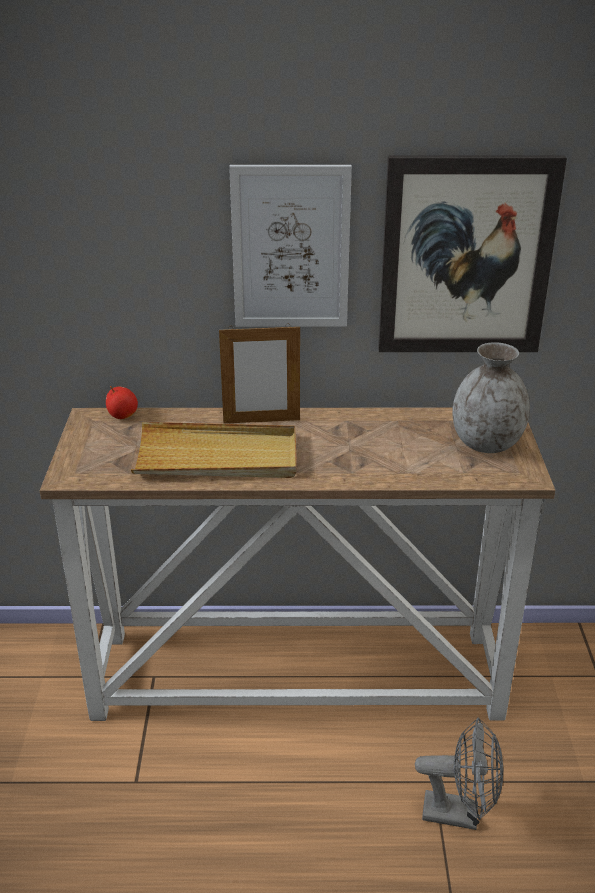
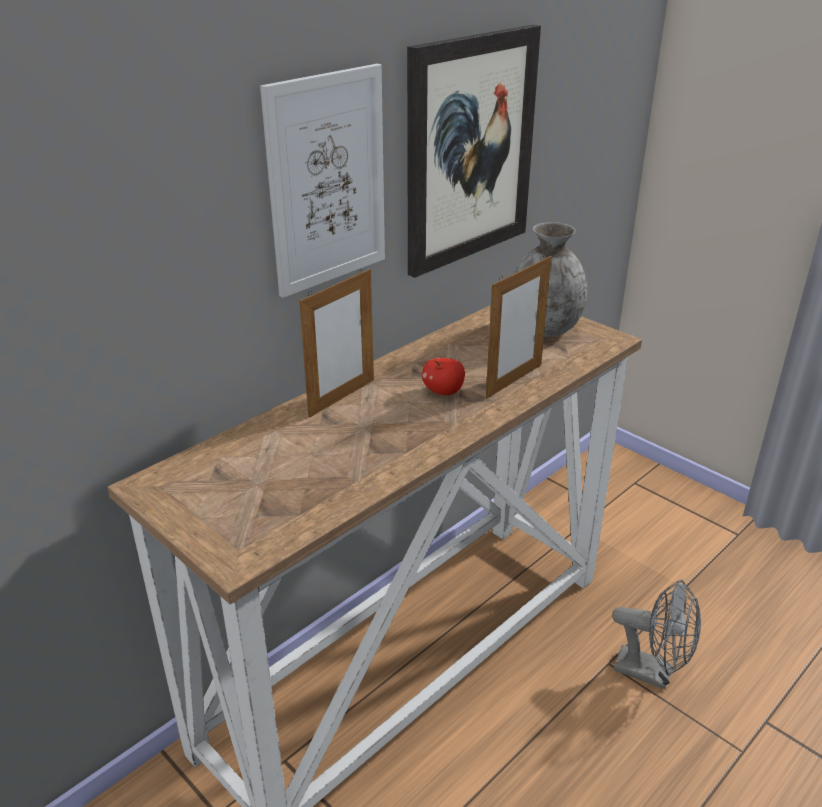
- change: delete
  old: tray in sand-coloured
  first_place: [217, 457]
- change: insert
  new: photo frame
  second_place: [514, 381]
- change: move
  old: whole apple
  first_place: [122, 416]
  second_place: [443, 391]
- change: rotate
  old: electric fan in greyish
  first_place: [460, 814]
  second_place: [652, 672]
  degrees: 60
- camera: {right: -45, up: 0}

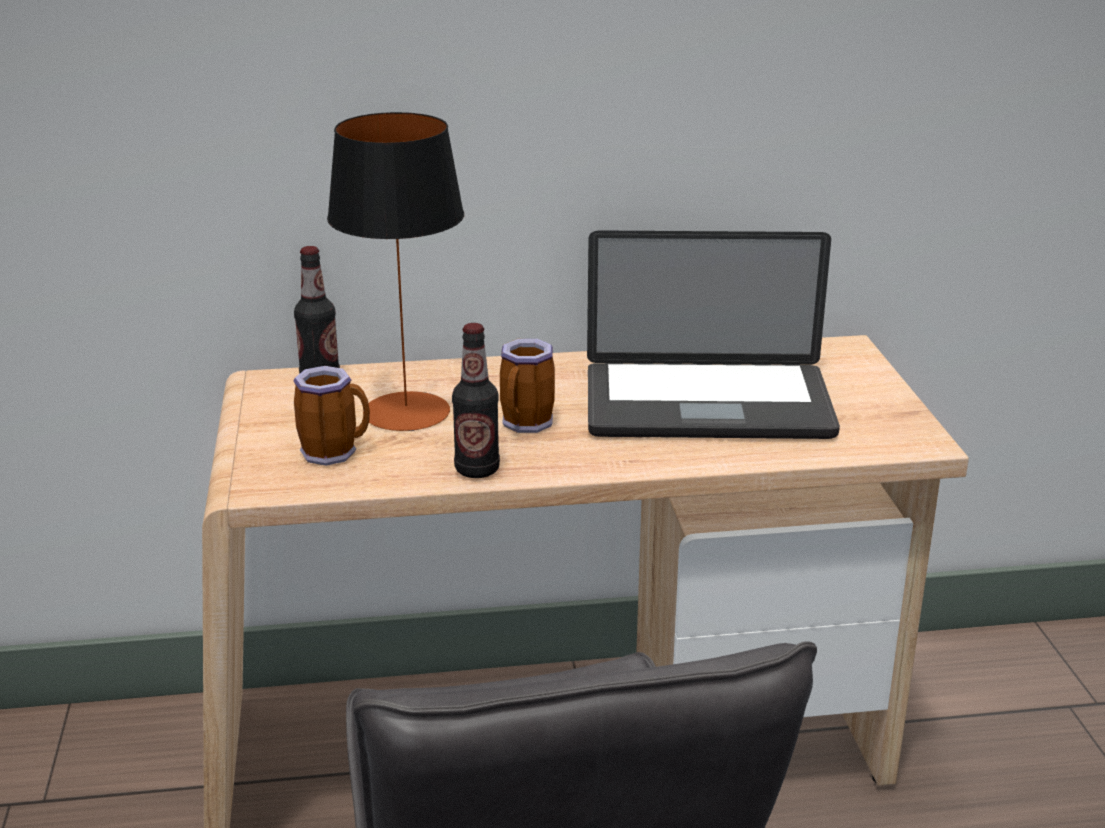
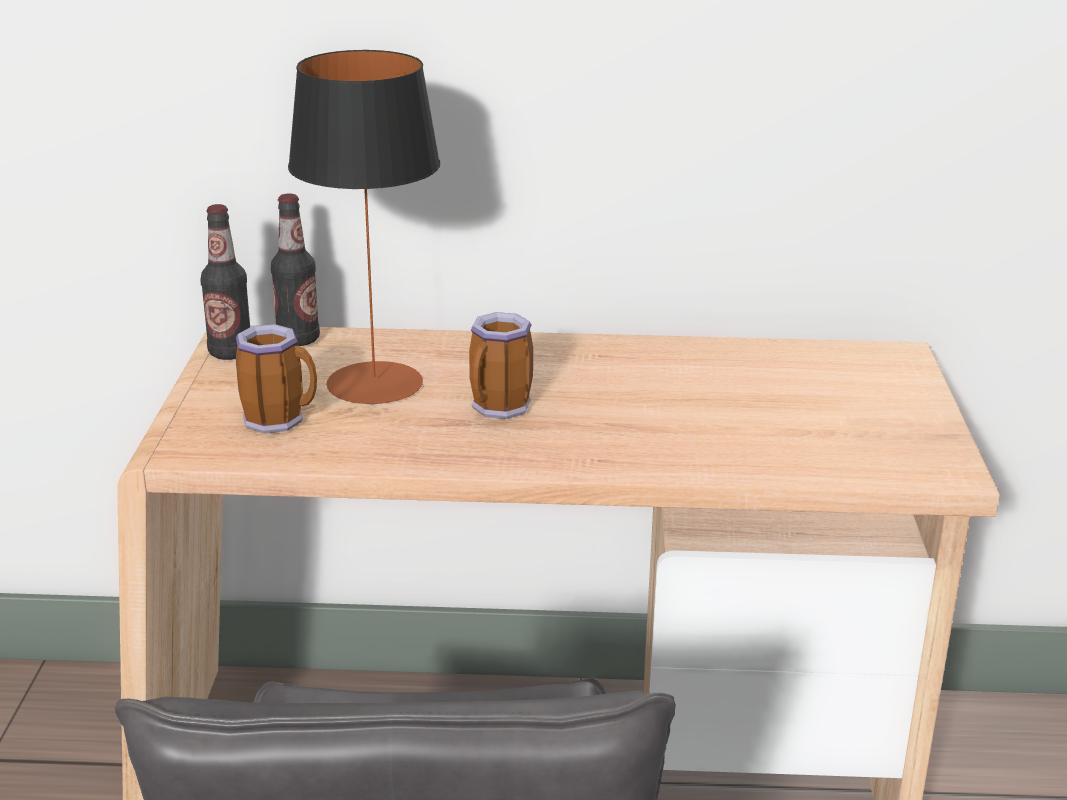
- change: delete
  old: portable computer
  first_place: [707, 405]
- change: move
  old: drink bottle
  first_place: [477, 470]
  second_place: [230, 353]
- camera: {right: 10, up: 0}

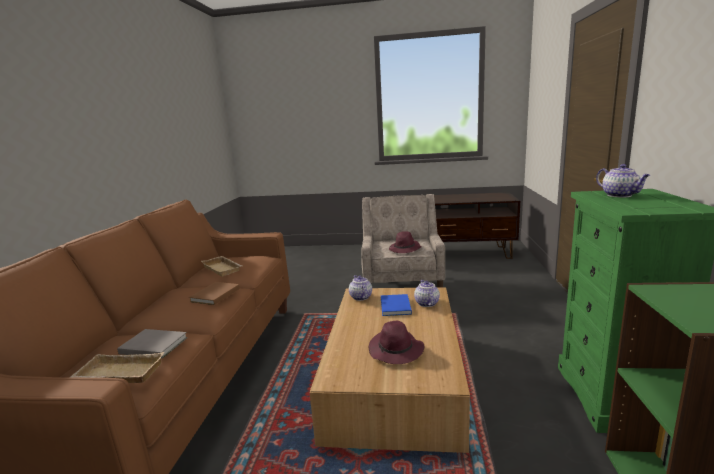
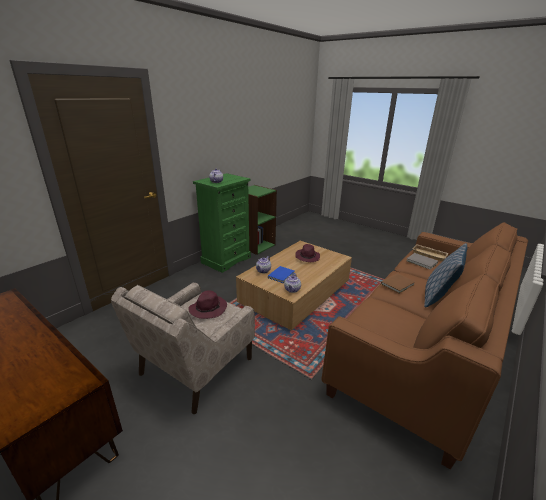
- change: delete
  old: tray in sand-coloured
  first_place: [223, 269]
- change: insert
  new: throw pillow
  second_place: [438, 297]
- camera: {right: -150, up: 10}

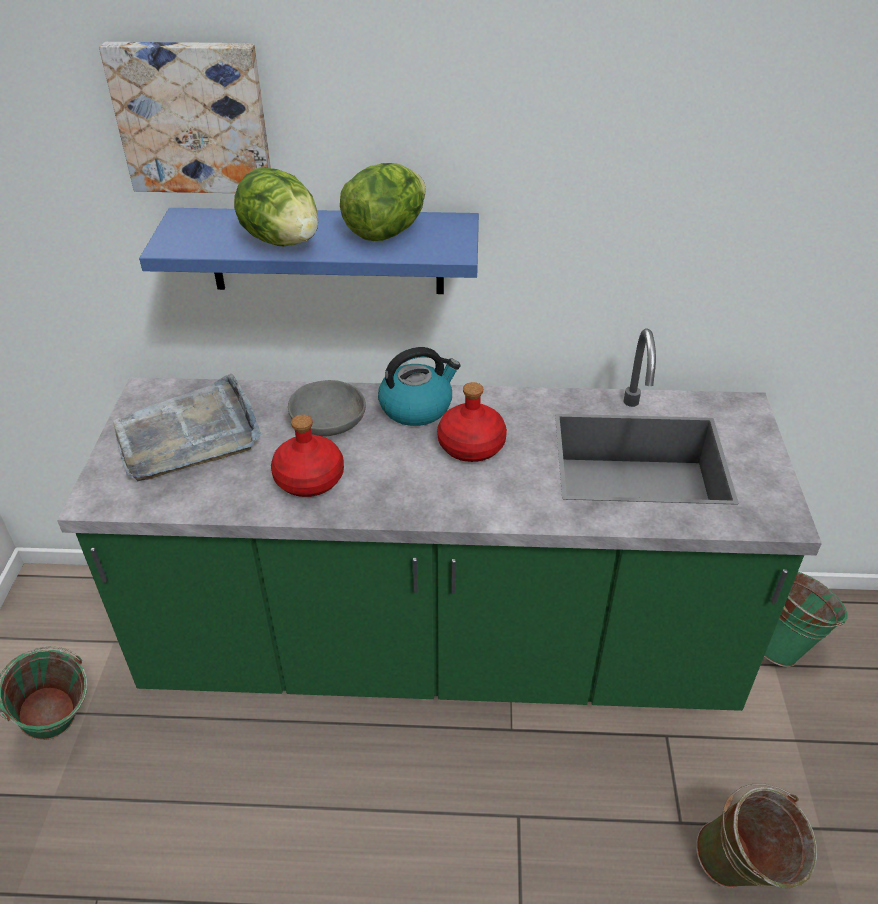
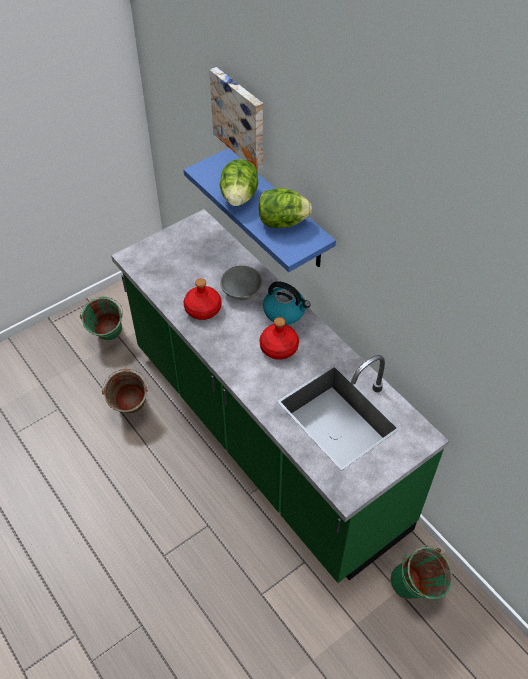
- change: delete
  old: tray in greyish
  first_place: [189, 434]
- change: move
  old: water bucket in green-coloured
  first_place: [743, 874]
  second_place: [131, 411]
- camera: {right: 50, up: 10}

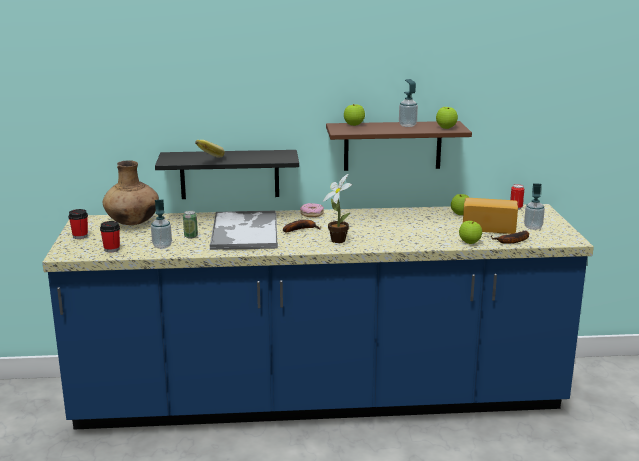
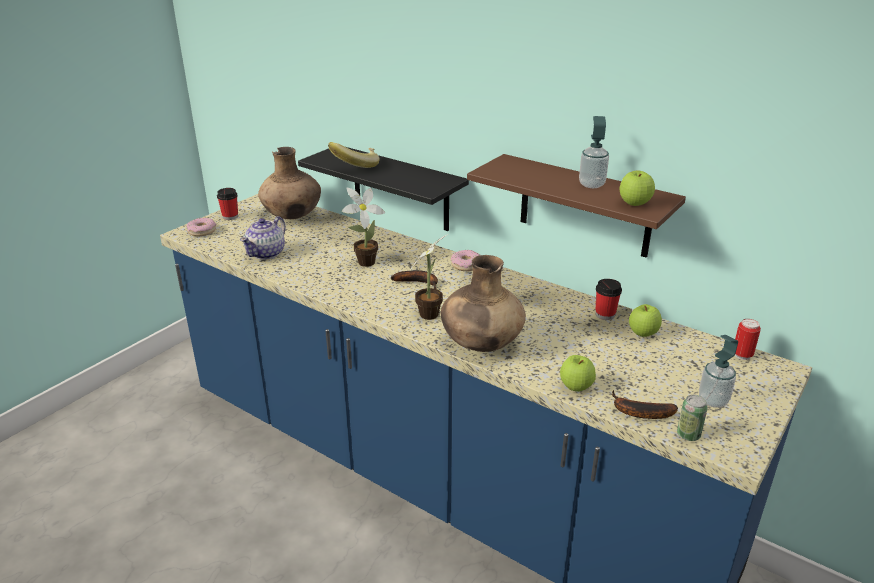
- change: delete
  old: whole apple
  first_place: [354, 125]
- change: delete
  old: bread
  first_place: [489, 227]
- change: insert
  new: doughnut
  second_place: [202, 231]
- change: insert
  new: vase in brownish
  second_place: [481, 344]
- change: move
  old: small cup
  first_place: [112, 249]
  second_place: [605, 314]
- change: move
  old: sealed can
  first_place: [191, 236]
  second_place: [688, 435]
- change: replace
  old: soap dispenser
  new: pot for tea
  first_place: [162, 246]
  second_place: [267, 253]
- change: replace
  old: tray
  new: houseplant
  first_place: [244, 231]
  second_place: [363, 263]
- camera: {right: 40, up: 10}

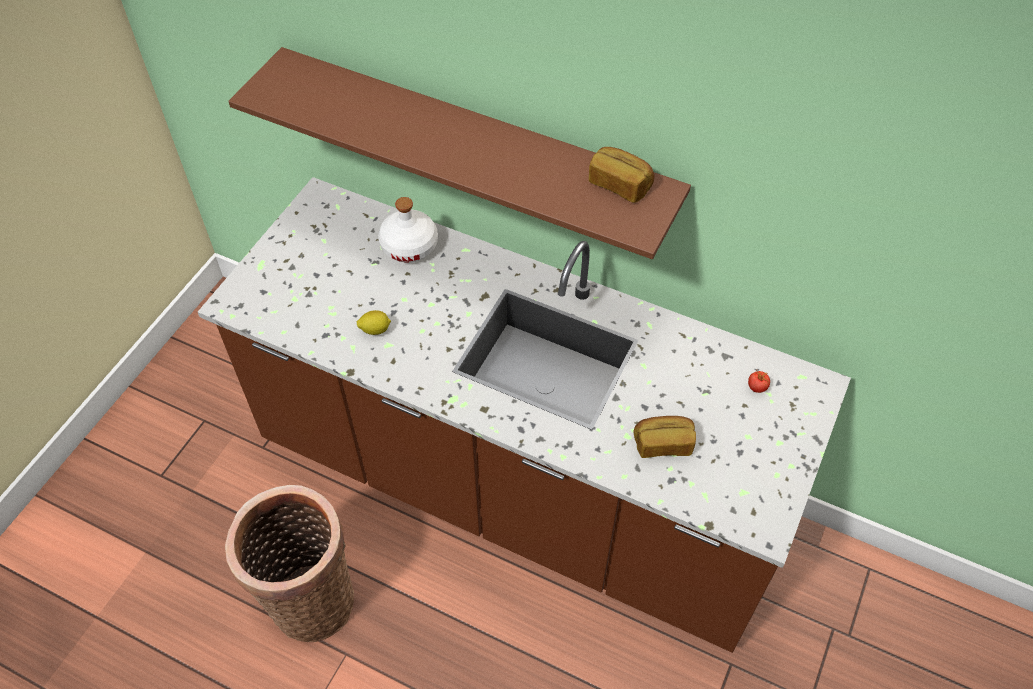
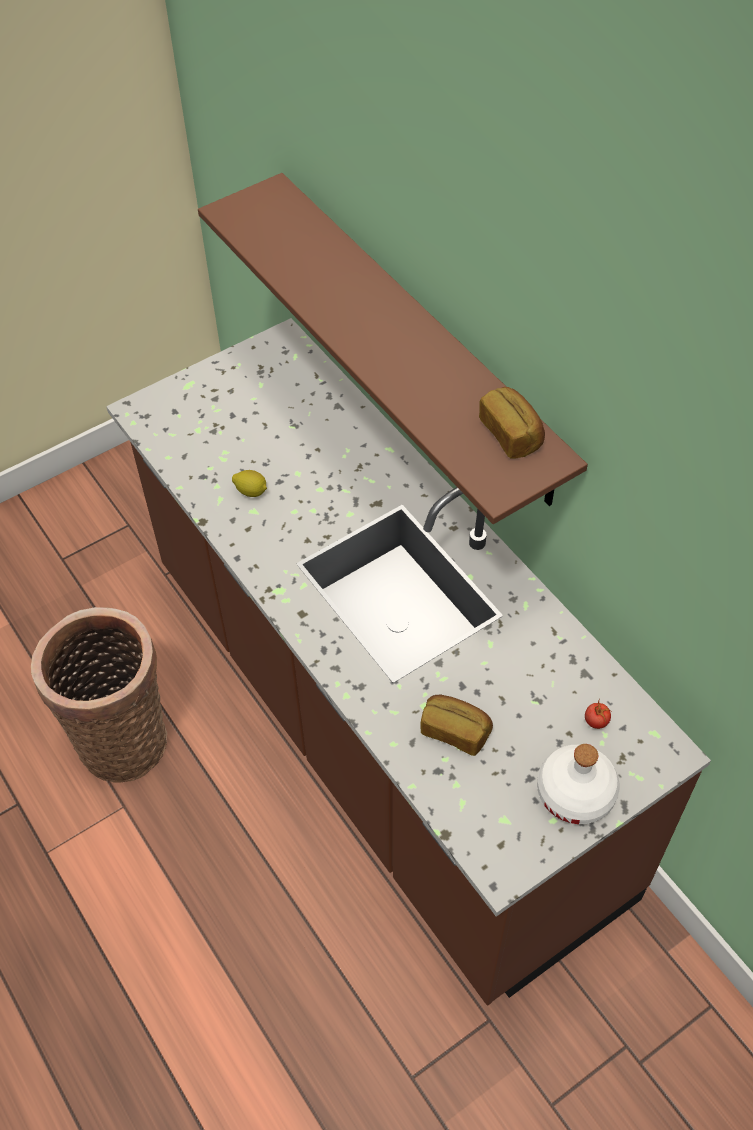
- change: move
  old: drink bottle in whitish
  first_place: [409, 245]
  second_place: [576, 792]
- camera: {right: 30, up: 0}

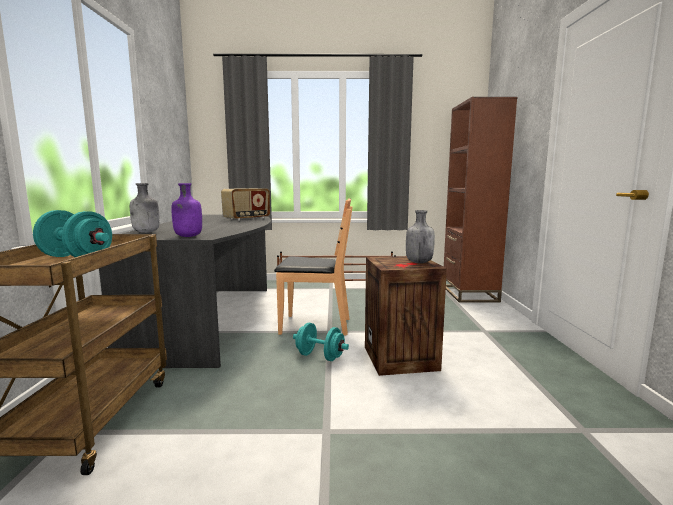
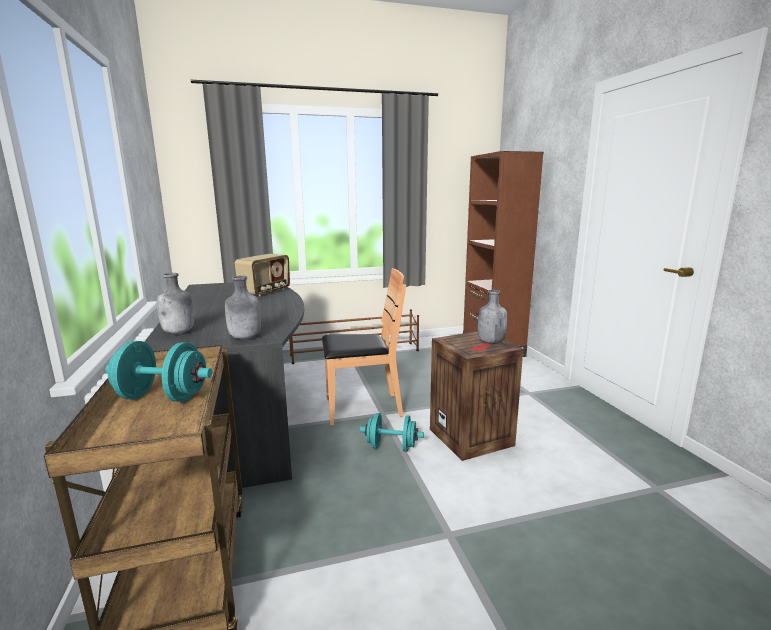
- change: recolor
  old: drink bottle in purplish
  new: drink bottle in greyish
  first_place: [188, 236]
  second_place: [245, 338]
- camera: {right: -15, up: 5}

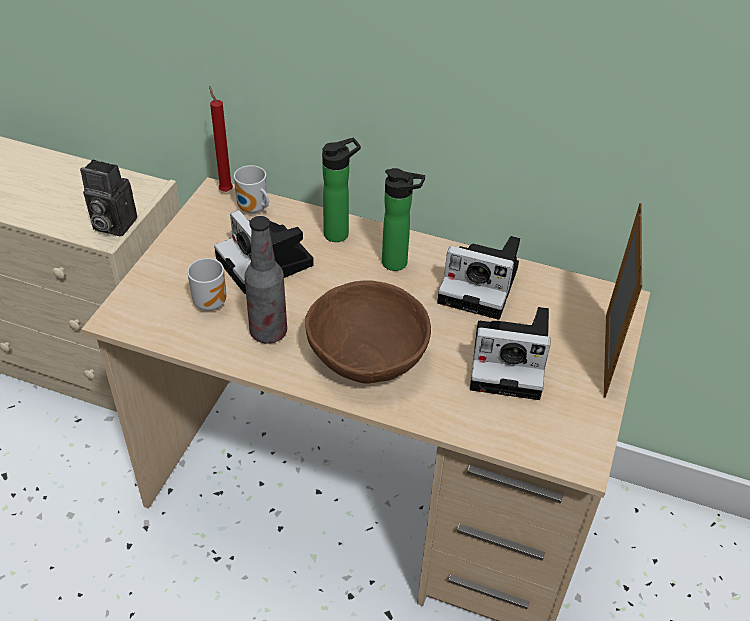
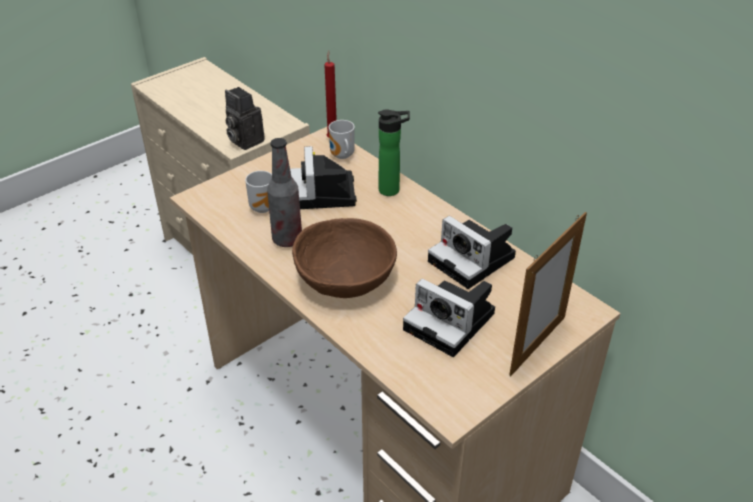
- change: delete
  old: drink bottle
  first_place: [398, 263]
- camera: {right: 30, up: -5}

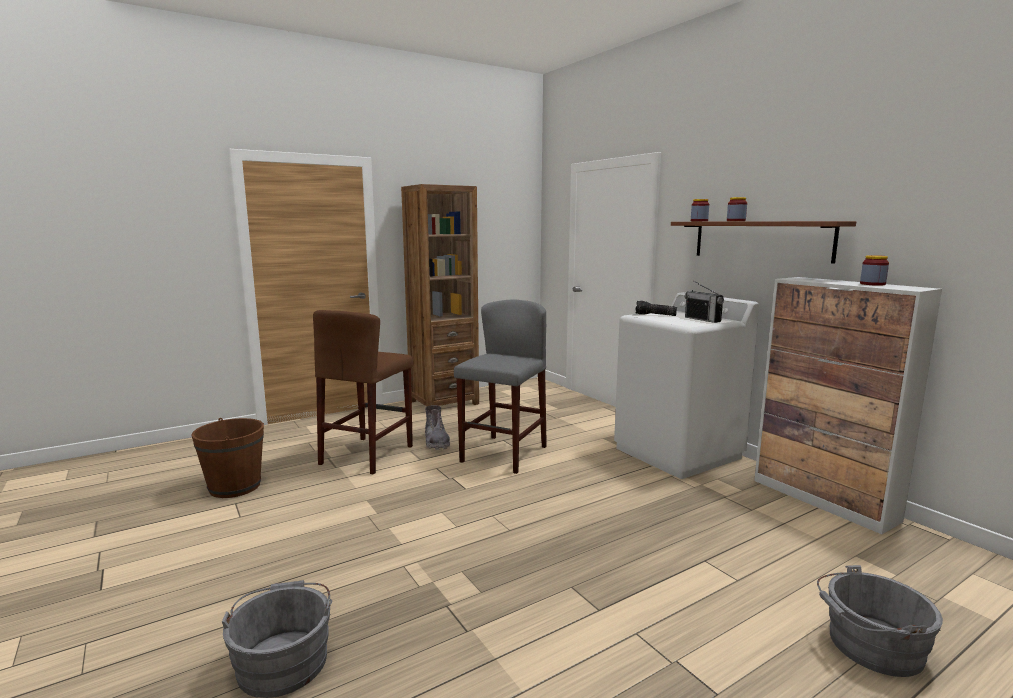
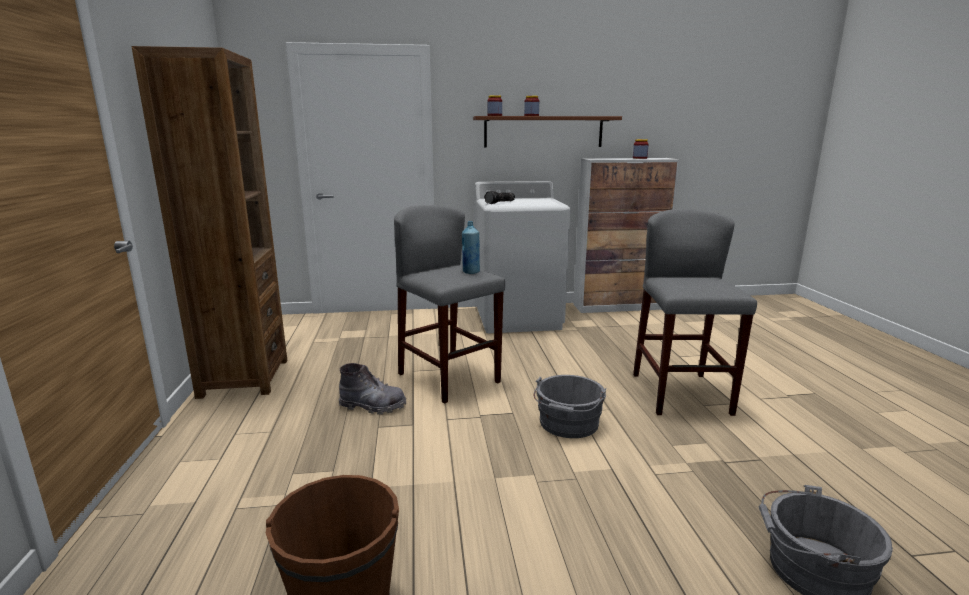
- change: delete
  old: stool seat in brownish
  first_place: [368, 455]
- change: delete
  old: radio
  first_place: [702, 319]
- change: insert
  new: drink bottle in blue
  second_place: [471, 272]
- change: insert
  new: stool seat in greyish
  second_place: [680, 394]
- change: move
  old: water bucket in greyish
  first_place: [870, 646]
  second_place: [568, 424]
- camera: {right: -65, up: 5}

